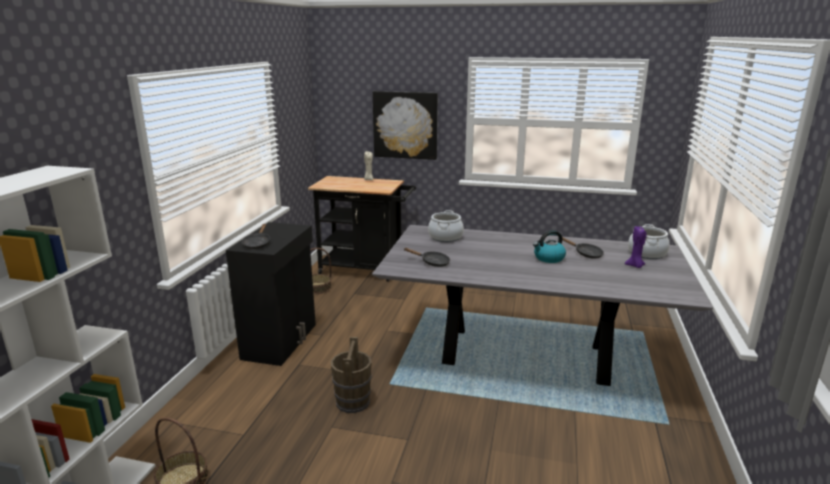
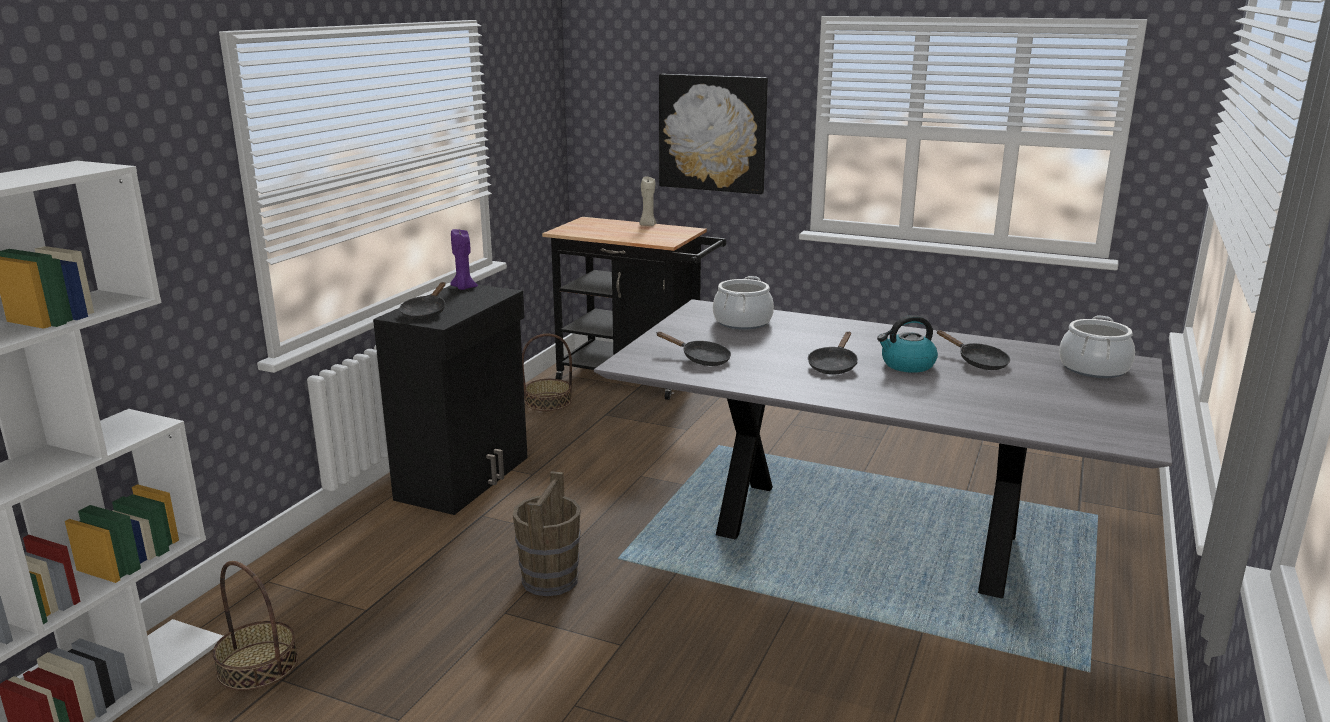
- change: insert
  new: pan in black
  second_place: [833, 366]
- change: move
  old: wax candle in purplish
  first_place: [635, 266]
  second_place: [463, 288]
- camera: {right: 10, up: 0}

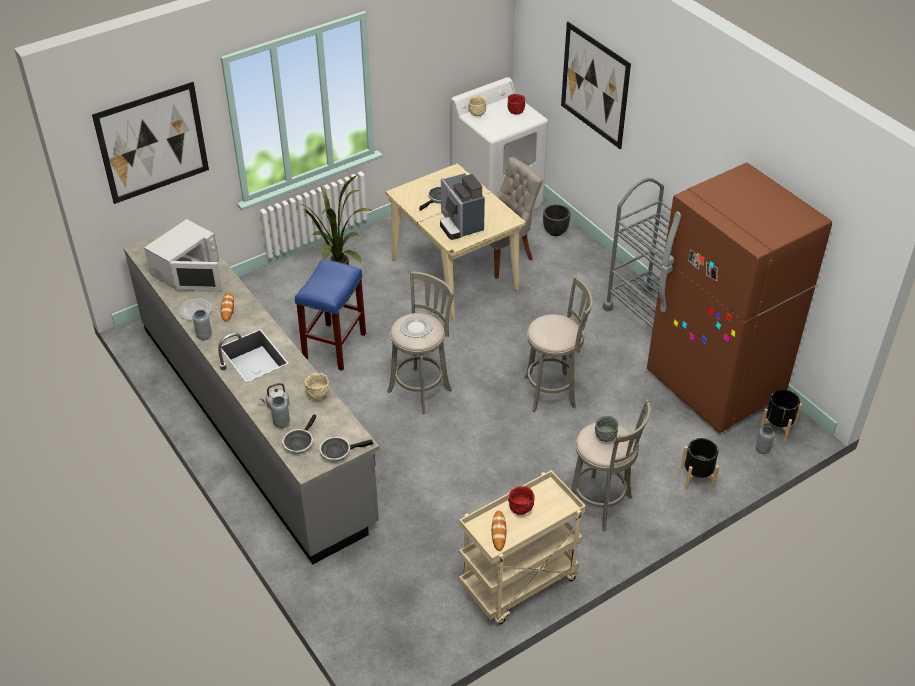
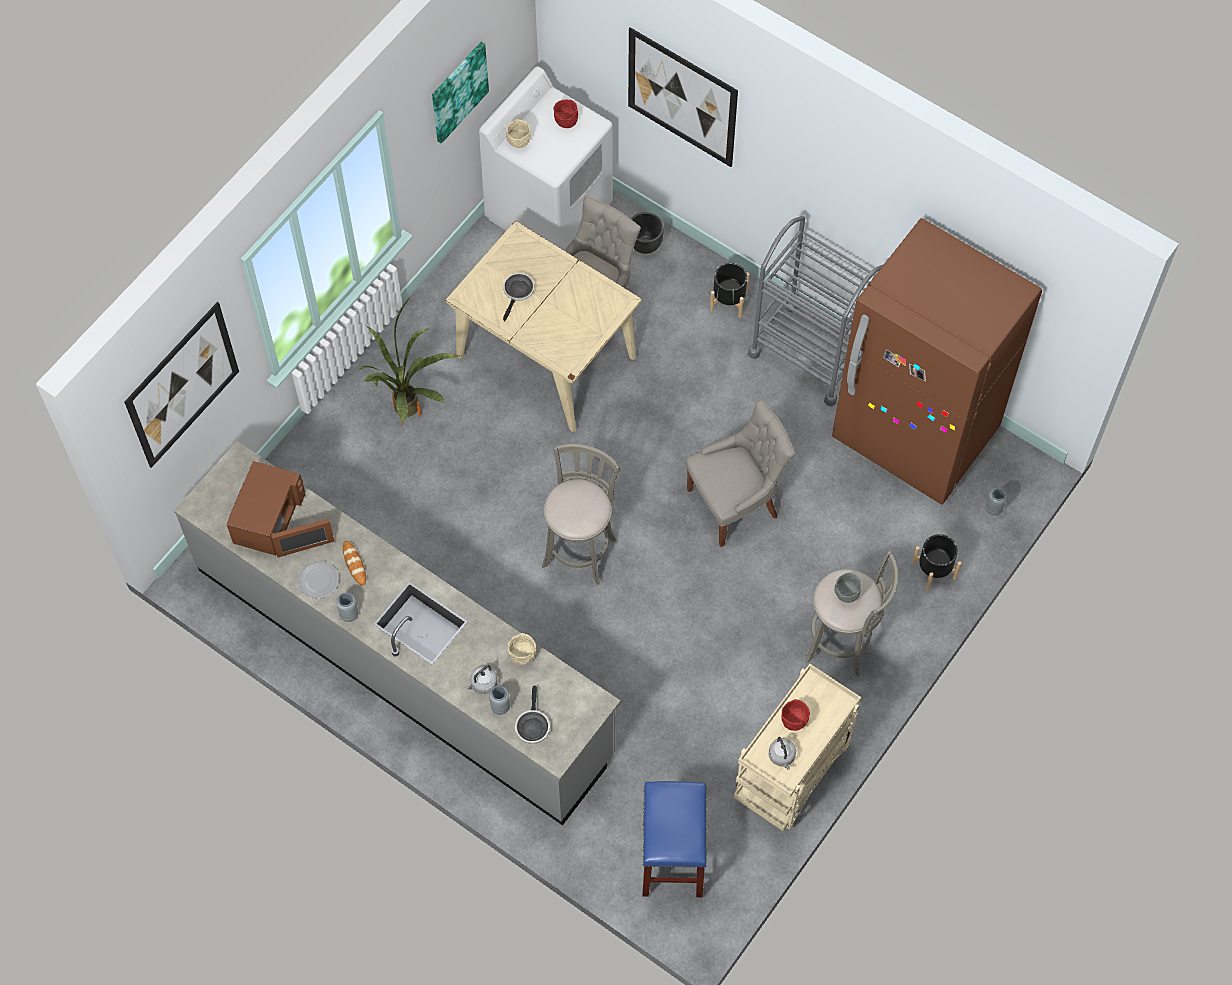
- change: delete
  old: pan
  first_place: [338, 451]
- change: delete
  old: plate
  first_place: [415, 328]
- change: delete
  old: coffee machine
  first_place: [460, 224]
- change: insert
  new: wall art
  second_place: [458, 91]
- change: move
  old: stool seat in blue
  first_place: [334, 347]
  second_place: [673, 860]
- change: move
  old: flower pot in black
  first_place: [777, 427]
  second_place: [728, 301]
- change: replace
  old: bread
  new: tea kettle in greyish
  first_place: [498, 532]
  second_place: [782, 757]
- change: replace
  old: stool seat in greyish
  new: plain chair in greyish
  first_place: [553, 392]
  second_place: [735, 503]
- change: recolor
  old: microwave oven in whitish
  new: microwave oven in brownish
  first_place: [185, 270]
  second_place: [271, 521]
- camera: {right: -20, up: 20}

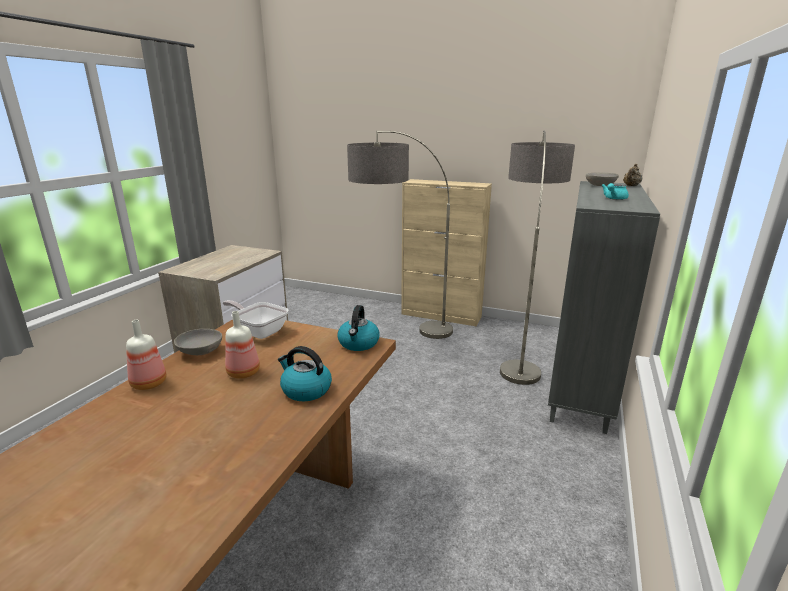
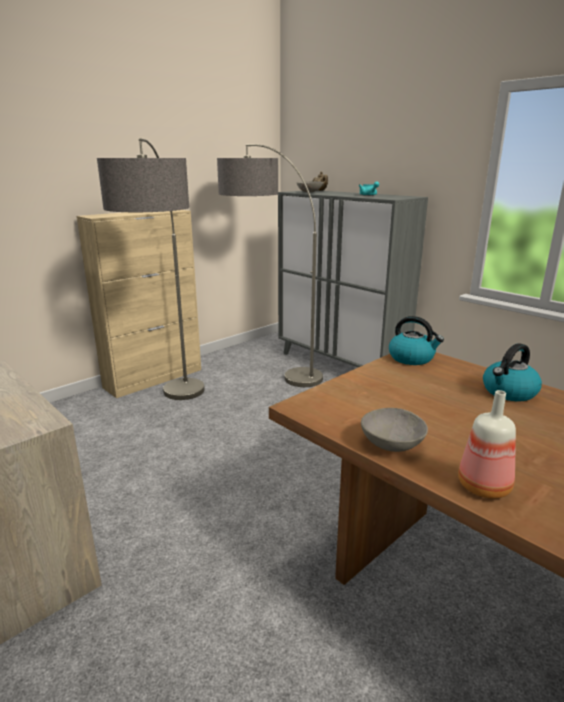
- change: delete
  old: pan
  first_place: [258, 331]
- change: delete
  old: drink bottle
  first_place: [244, 373]
- camera: {right: -65, up: 0}

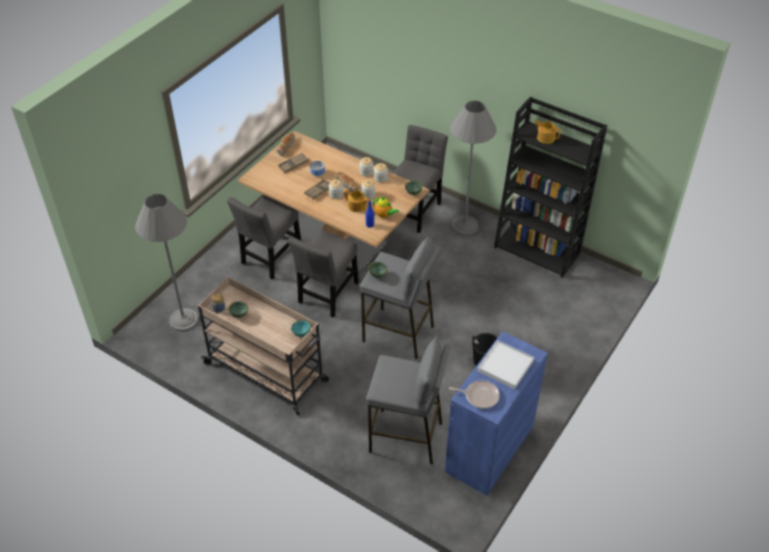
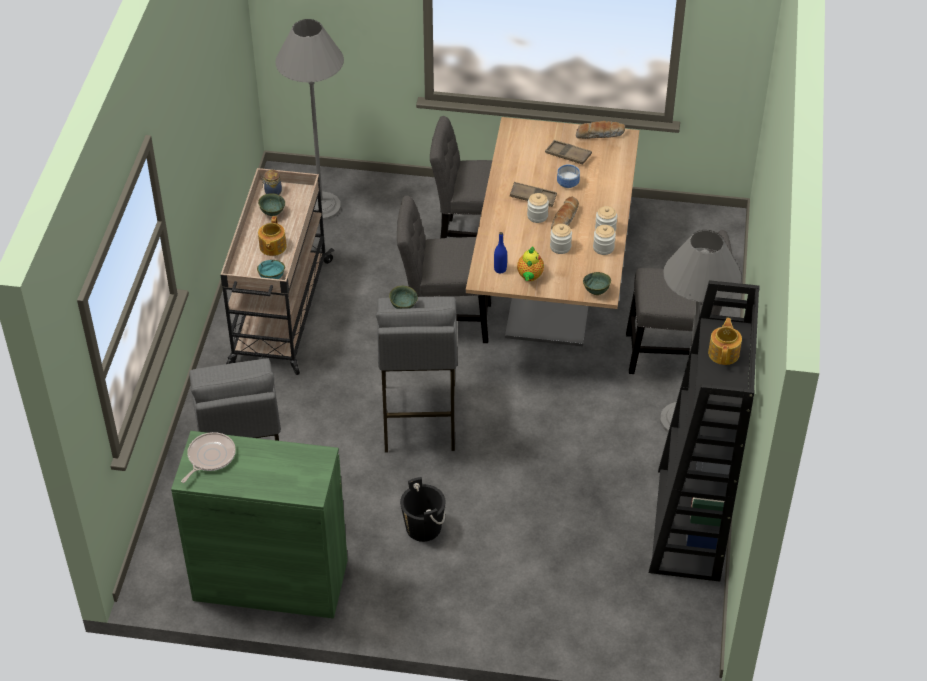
- change: delete
  old: tray in whitish
  first_place: [505, 366]
- change: move
  old: pot for tea
  first_place: [357, 206]
  second_place: [272, 247]
- change: recolor
  old: storage cabinet in blue
  new: storage cabinet in green-coloured
  first_place: [489, 448]
  second_place: [270, 580]
- change: rotate
  old: pan
  first_place: [480, 396]
  second_place: [209, 457]
  degrees: -135
- camera: {right: 65, up: 0}

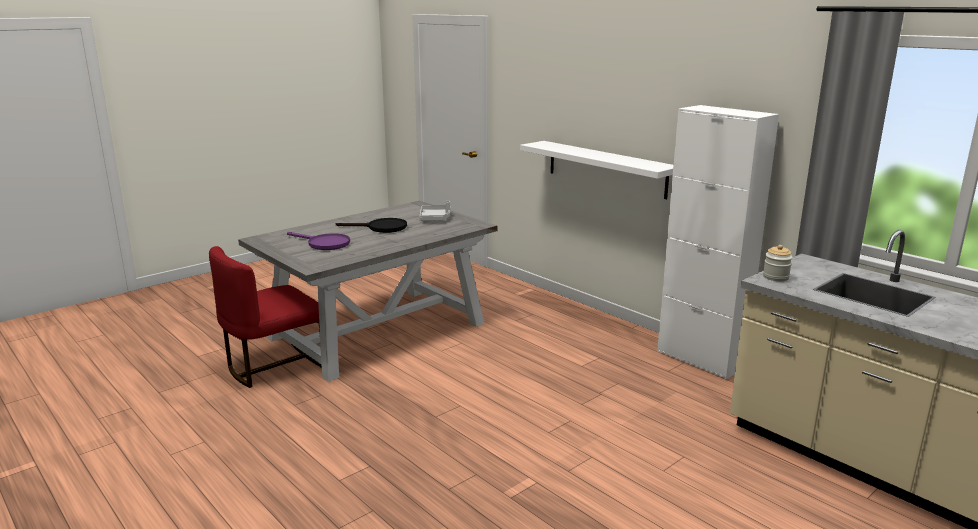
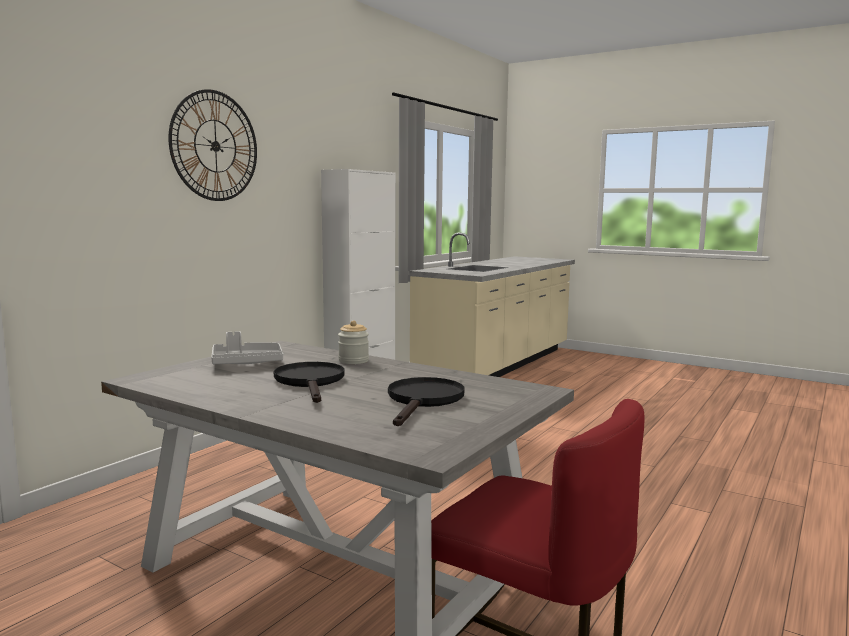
- change: delete
  old: bracket shelf in whitish
  first_place: [606, 168]
- change: insert
  new: wall clock
  second_place: [215, 146]
- change: move
  old: storage jar
  first_place: [775, 277]
  second_place: [353, 361]
- change: recolor
  old: pan in purplish
  new: pan in black
  first_place: [324, 244]
  second_place: [423, 401]
- camera: {right: -105, up: -10}

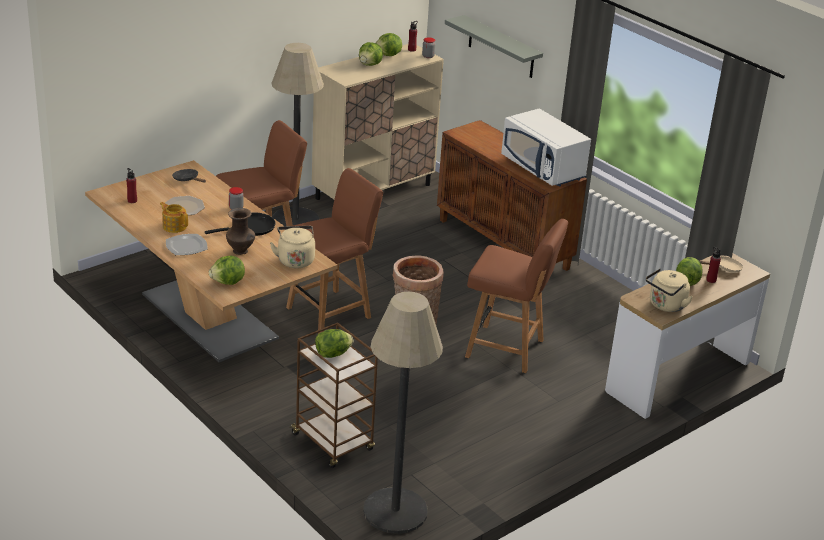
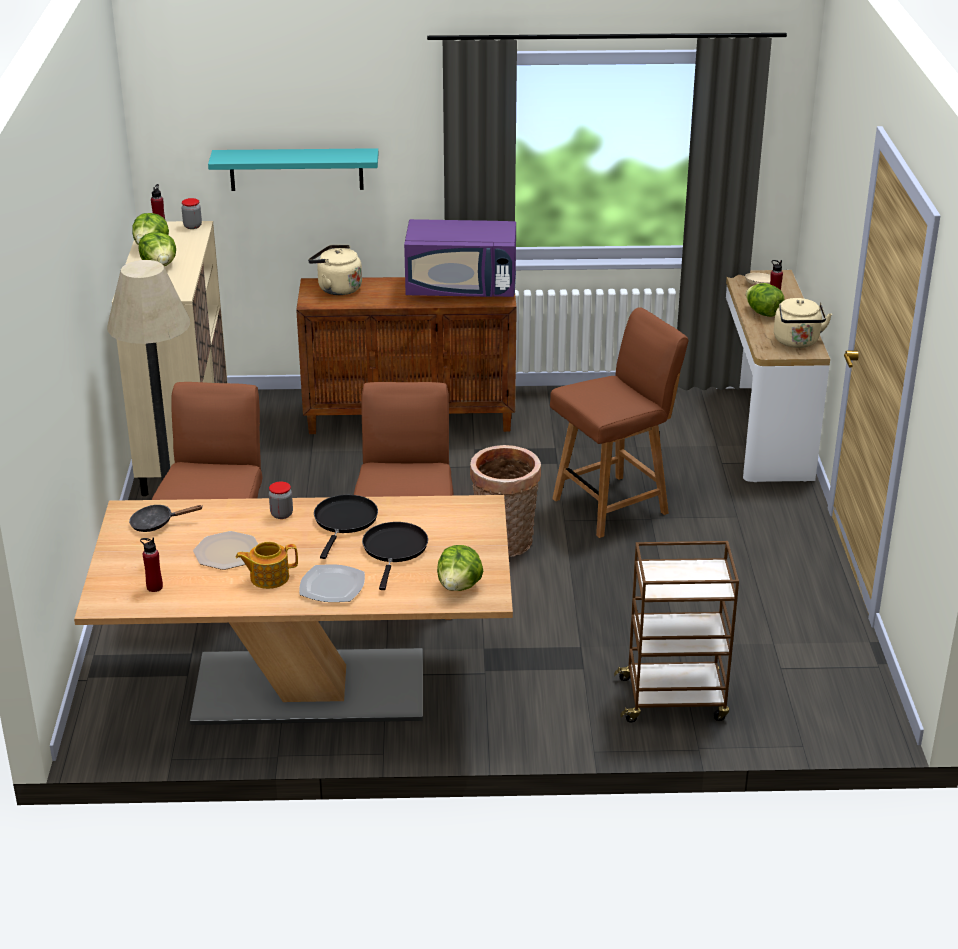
- change: delete
  old: lettuce head
  first_place: [332, 354]
- change: delete
  old: floor lamp
  first_place: [395, 511]
- change: move
  old: tea kettle in sand-coloured
  first_place: [295, 260]
  second_place: [337, 288]
- change: replace
  old: vase in brownish
  new: pan in black
  first_place: [241, 251]
  second_place: [394, 550]
- change: recolor
  old: bracket shelf in greyish
  new: bracket shelf in turquoise
  first_place: [501, 47]
  second_place: [296, 169]
- change: recolor
  old: microwave oven in whitish
  new: microwave oven in purplish
  first_place: [543, 169]
  second_place: [462, 289]
- camera: {right: -50, up: 0}

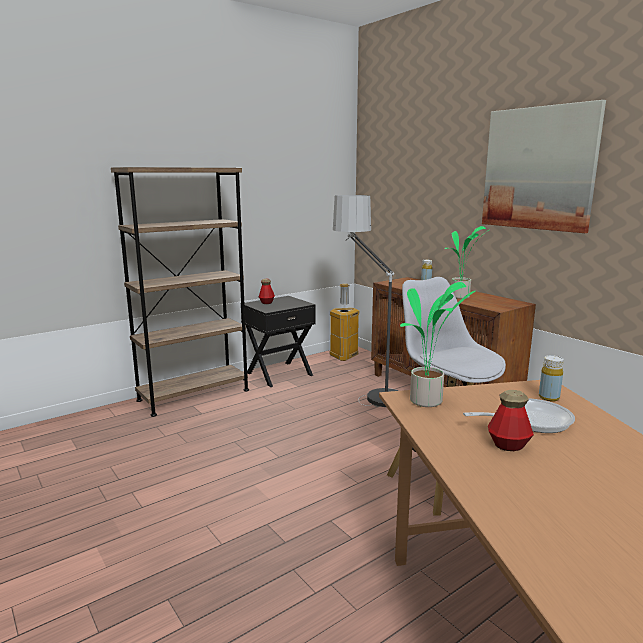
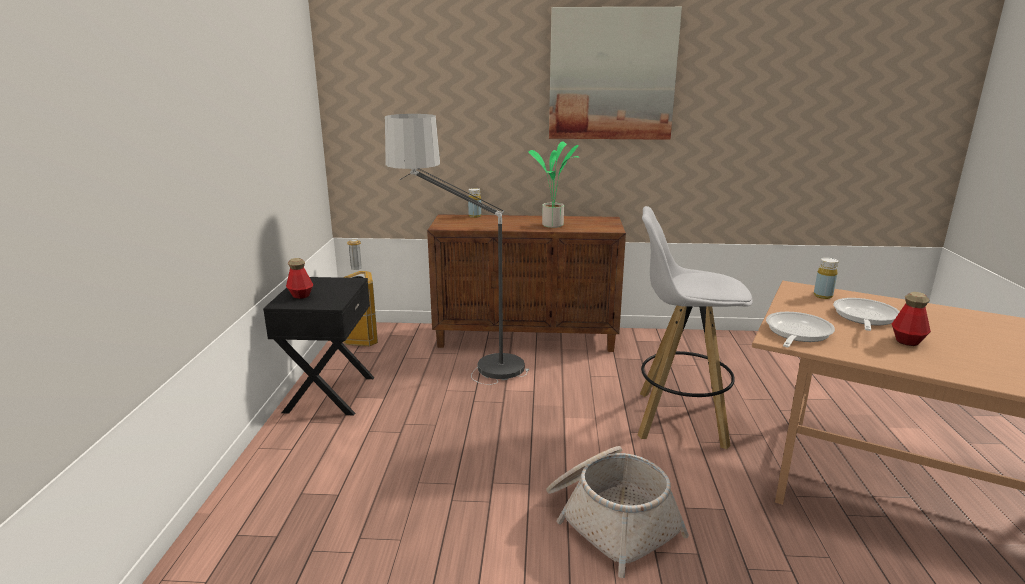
- change: delete
  old: shelving unit in brownish
  first_place: [194, 395]
- change: insert
  new: basket
  second_place: [609, 520]
- change: replace
  old: houseplant
  new: pan
  first_place: [428, 402]
  second_place: [796, 333]
- camera: {right: -50, up: 5}

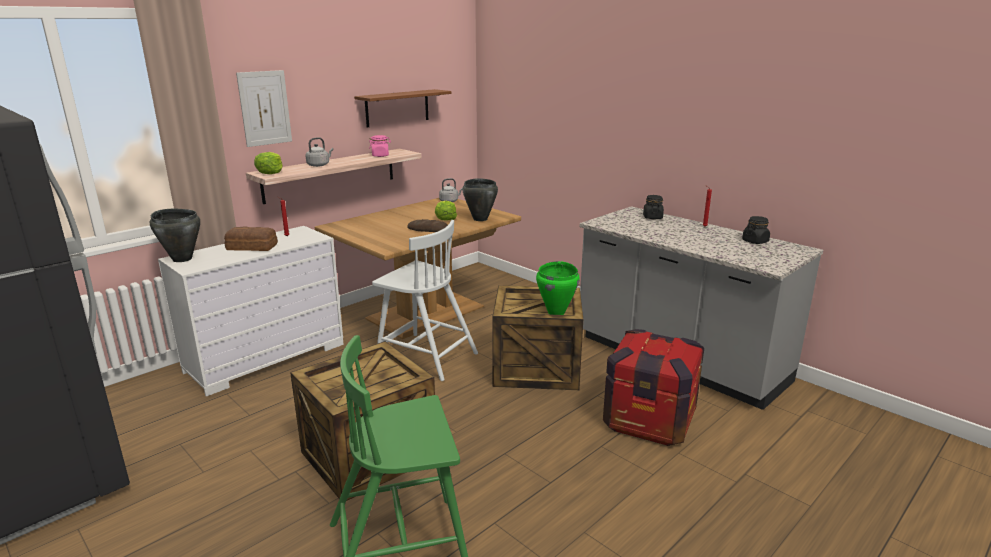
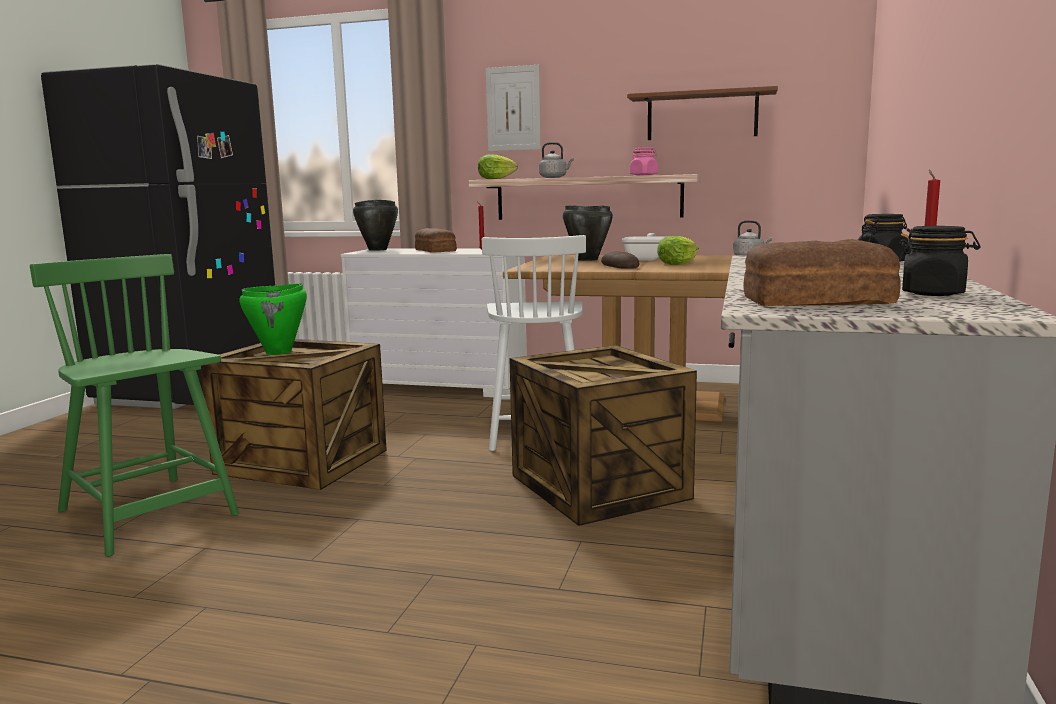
- change: delete
  old: crate
  first_place: [649, 420]
- change: insert
  new: pan
  second_place: [646, 259]
- change: insert
  new: bread
  second_place: [814, 301]
- change: move
  old: cooking pot in black
  first_place: [480, 219]
  second_place: [587, 259]
- change: move
  old: cooking pot in green-coloured
  first_place: [556, 312]
  second_place: [279, 352]
- camera: {right: 60, up: -10}

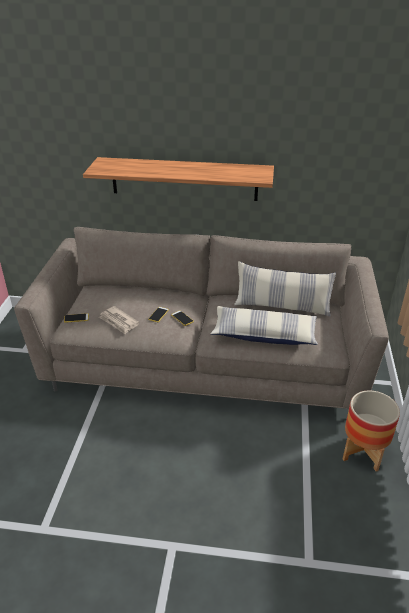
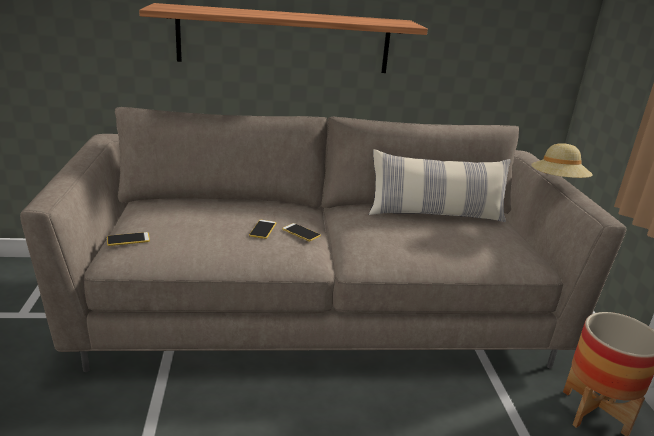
- change: delete
  old: newspaper
  first_place: [119, 321]
- change: delete
  old: throw pillow
  first_place: [264, 334]
- change: insert
  new: hat in sand-coloured
  second_place: [557, 183]
- camera: {right: -15, up: -10}

